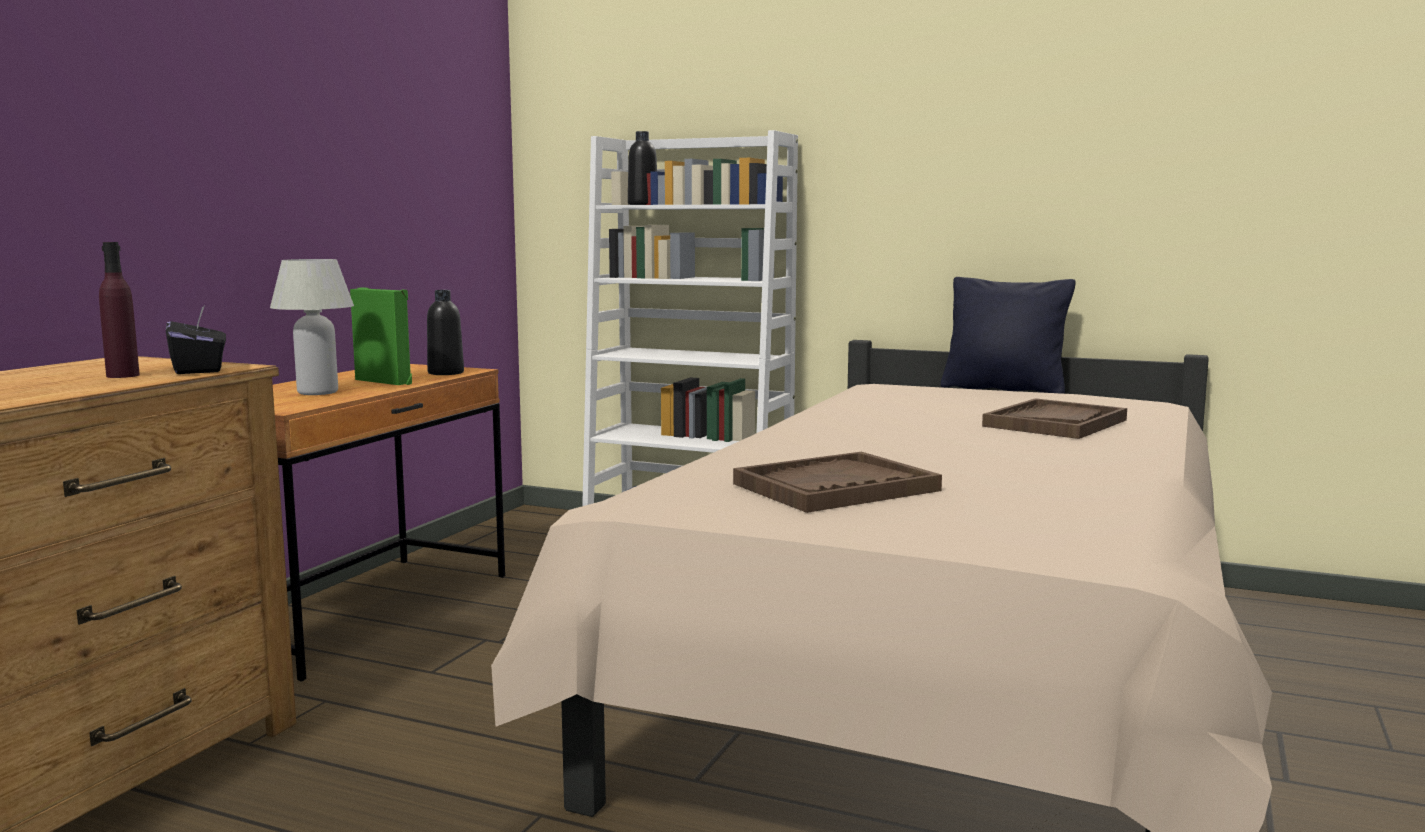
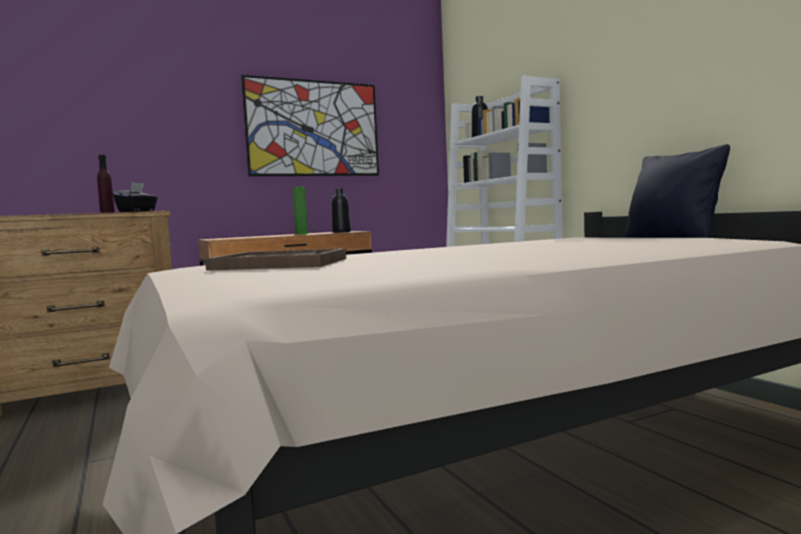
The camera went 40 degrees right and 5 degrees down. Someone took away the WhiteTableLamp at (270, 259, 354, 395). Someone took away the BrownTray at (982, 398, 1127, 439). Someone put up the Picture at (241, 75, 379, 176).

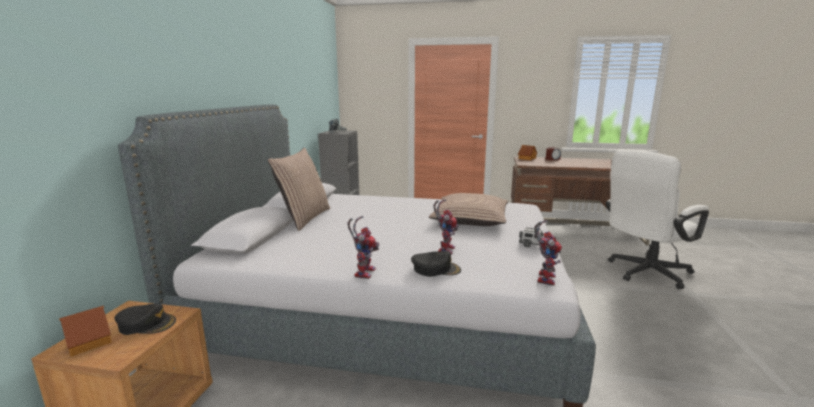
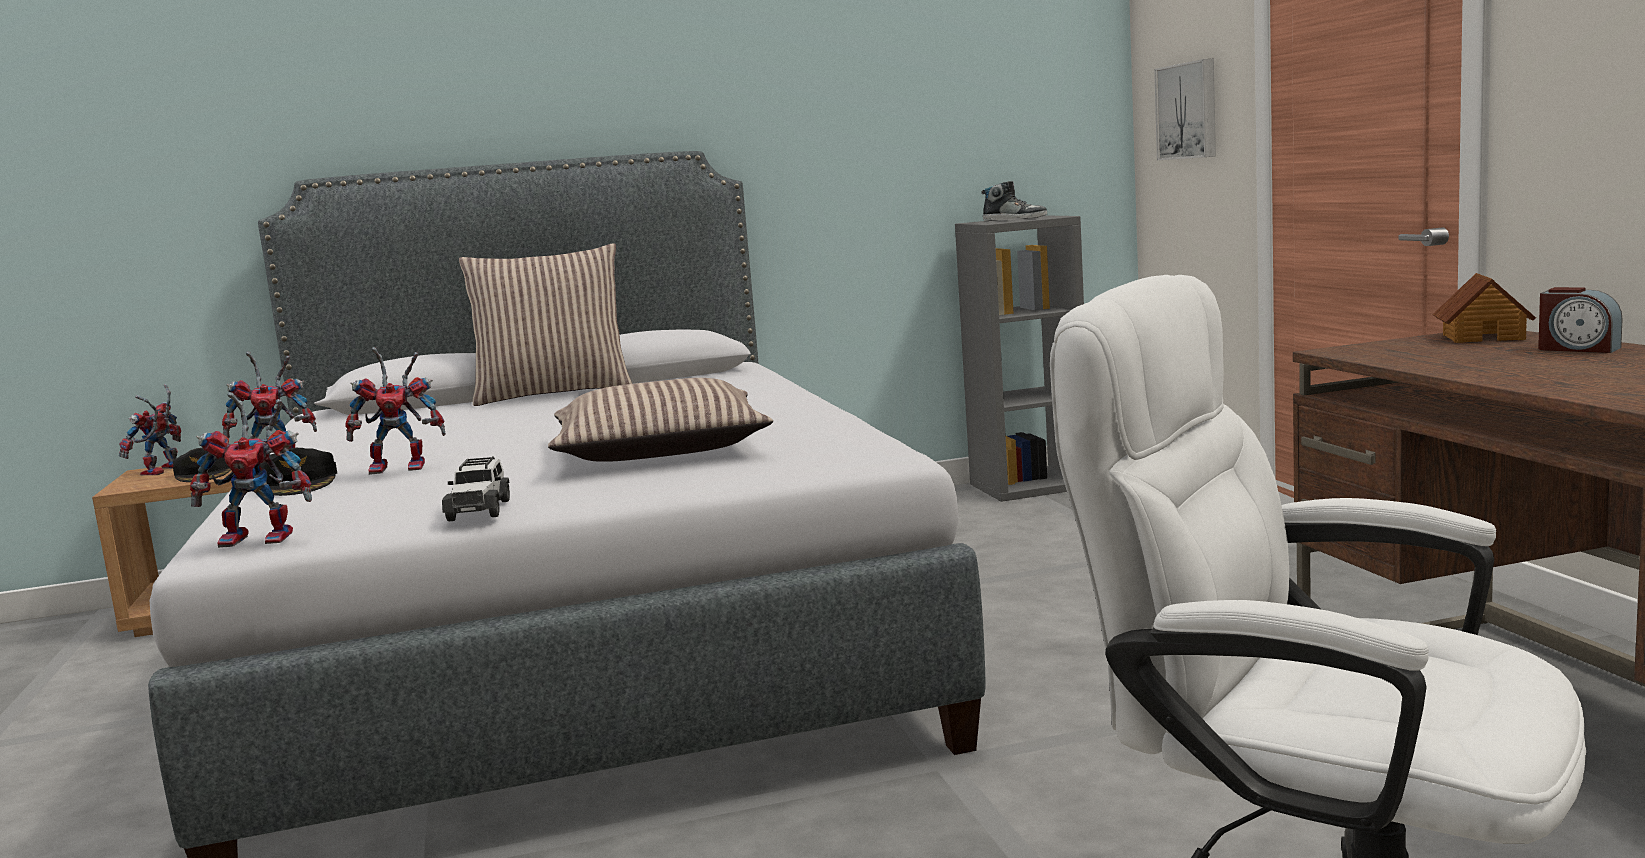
The camera went 65 degrees right and 5 degrees down. Someone put up the Picture at (1154, 58, 1216, 160). Someone swapped the ToyHouse at (59, 306, 112, 356) for the ToyRobot at (119, 384, 181, 475).

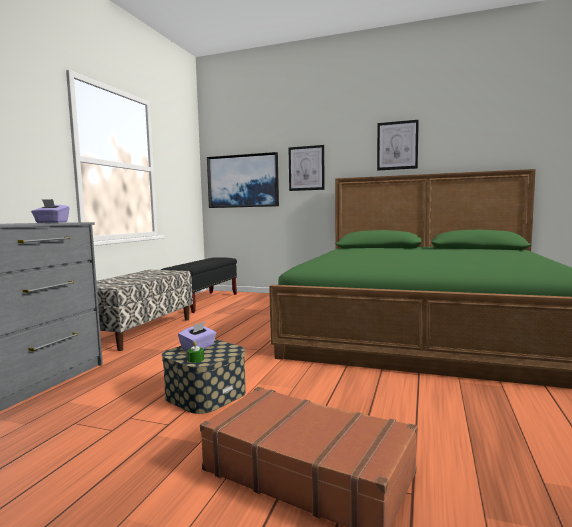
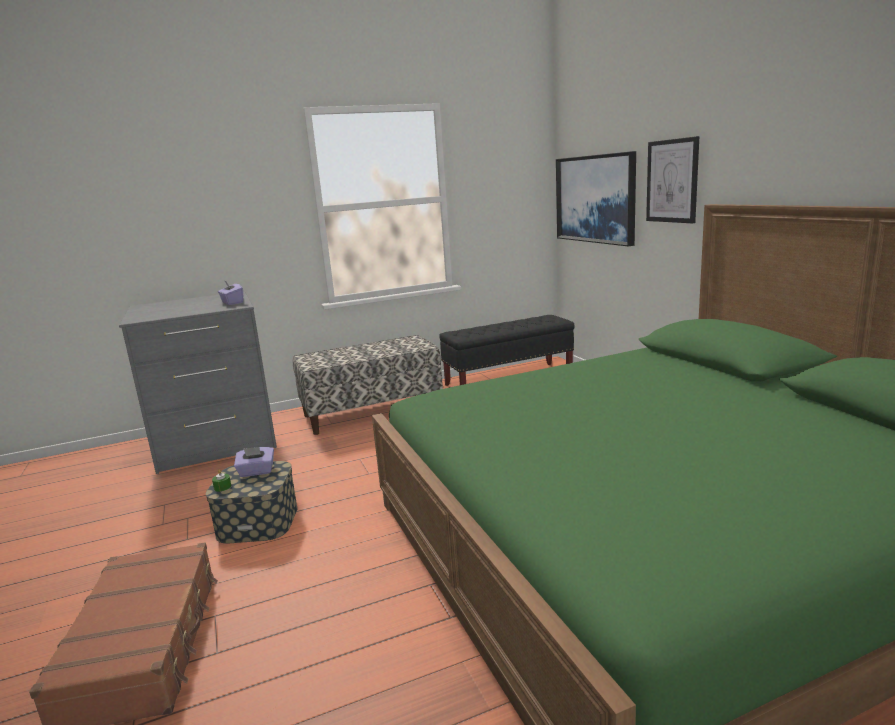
The camera went 50 degrees right and 10 degrees up. Someone took away the Picture at (377, 120, 419, 171).

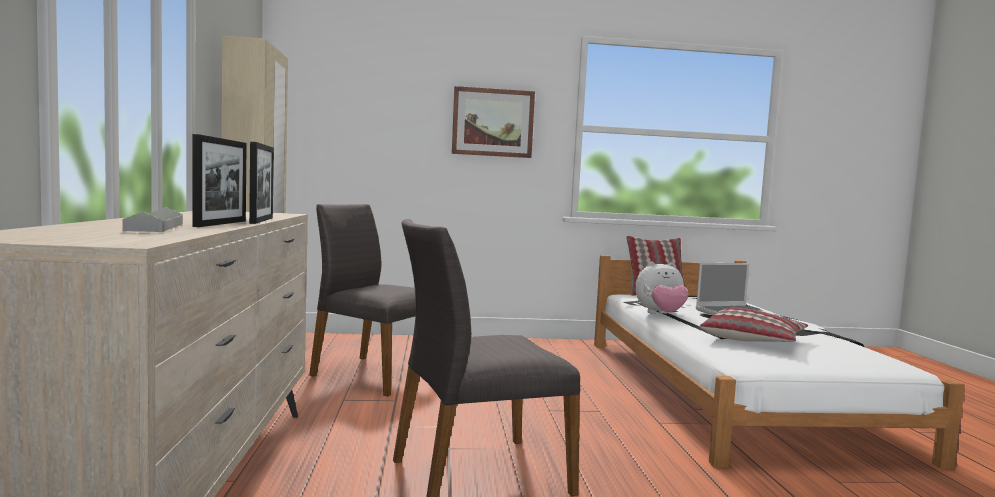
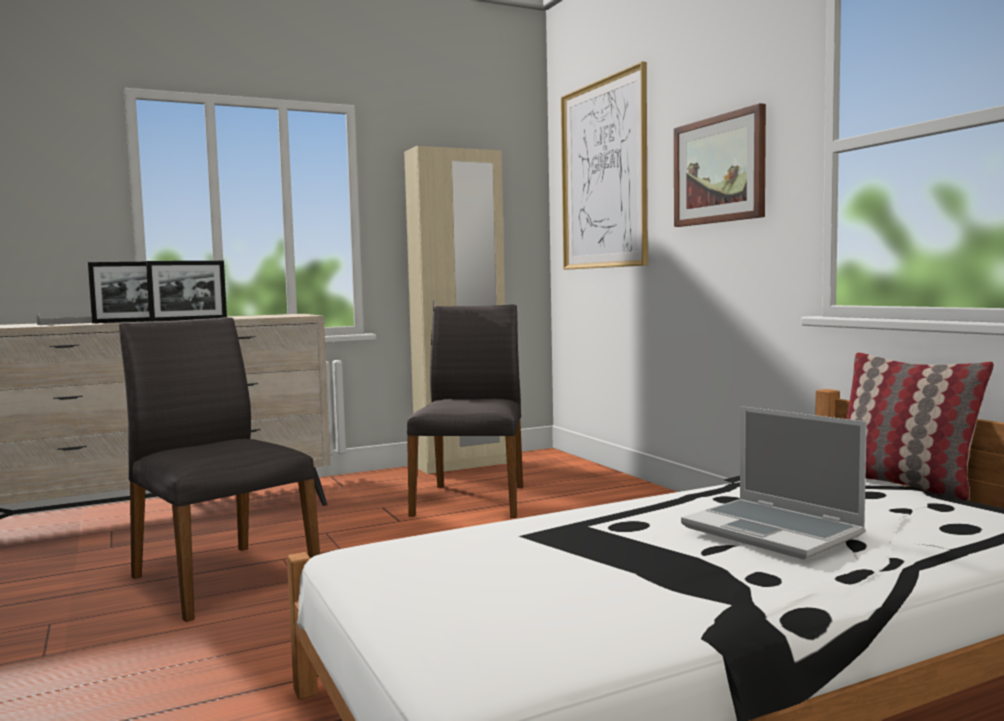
The camera went 70 degrees right and 0 degrees up. Someone took away the PlushToy at (635, 261, 689, 314). Someone took away the Pillow at (700, 308, 808, 342). Someone put up the Picture at (561, 61, 648, 270).

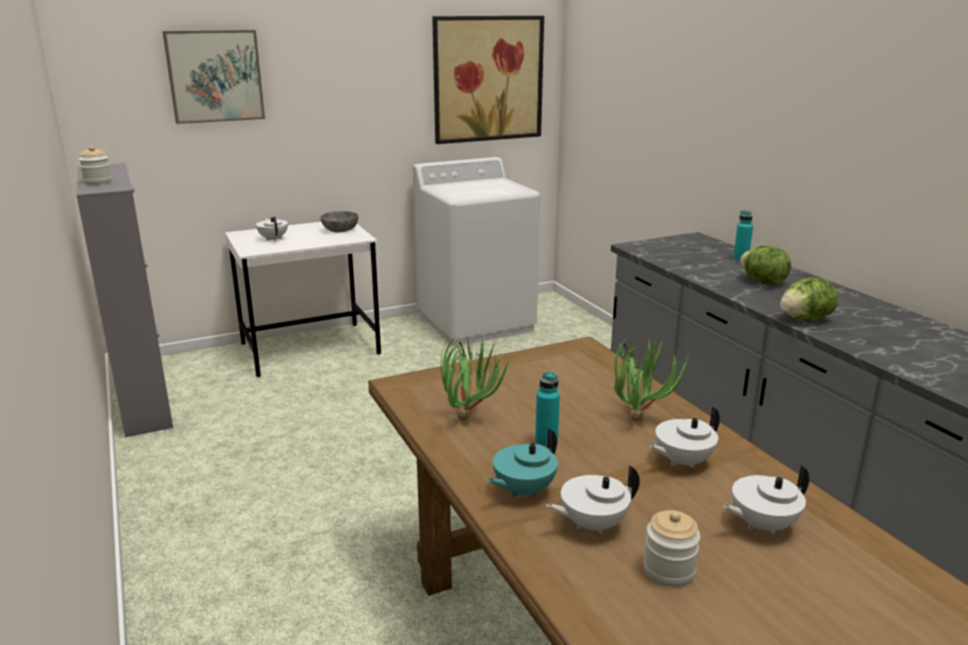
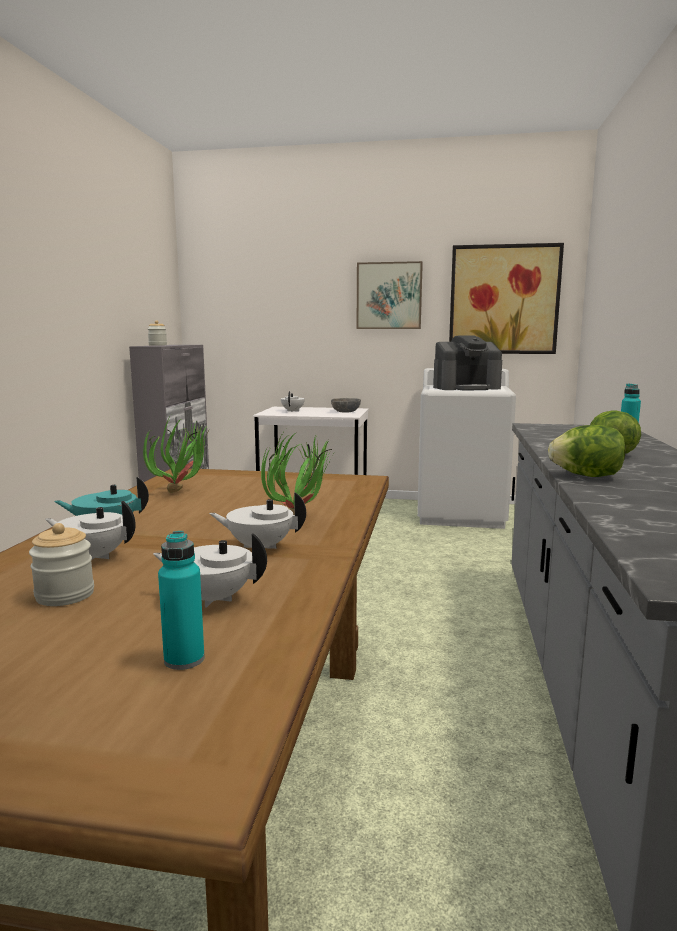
The camera went 35 degrees right and 10 degrees down. Someone put down the CoffeeMachine at (433, 335, 502, 391). Someone carried the Picture from (163, 30, 265, 124) to (356, 261, 423, 329). Someone carried the TurquoiseBottle from (535, 371, 560, 448) to (158, 531, 205, 670).

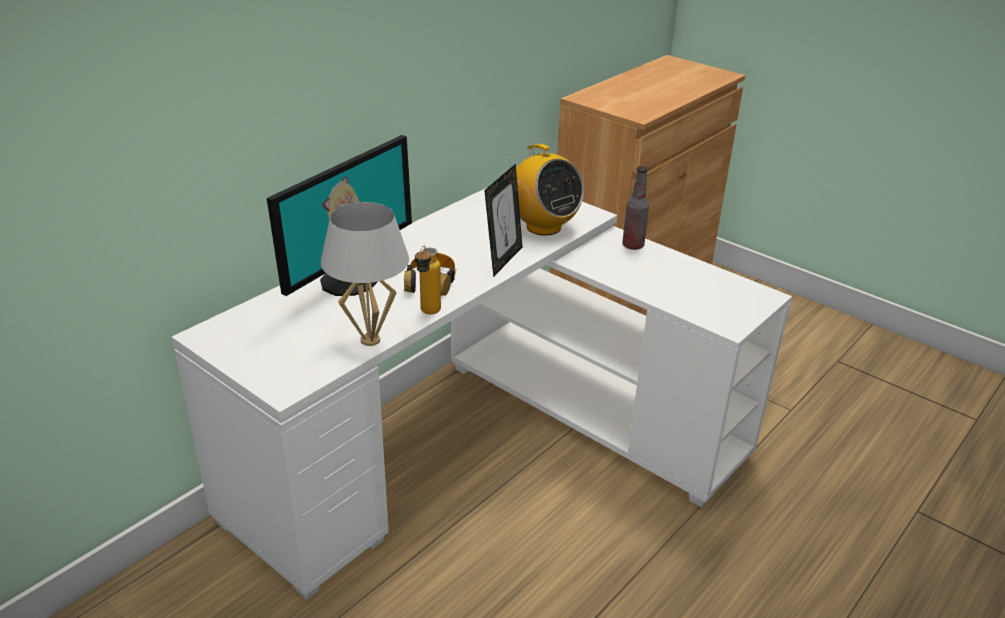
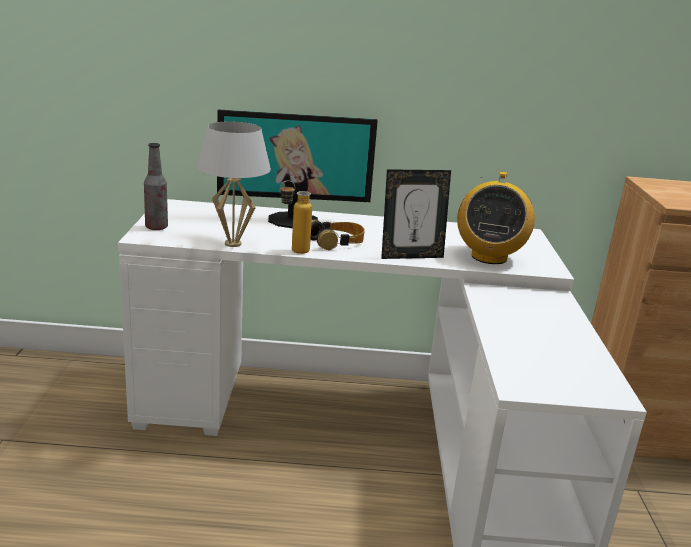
The camera went 50 degrees right and 10 degrees down. Someone carried the Bottle from (622, 166, 649, 250) to (144, 143, 168, 230).

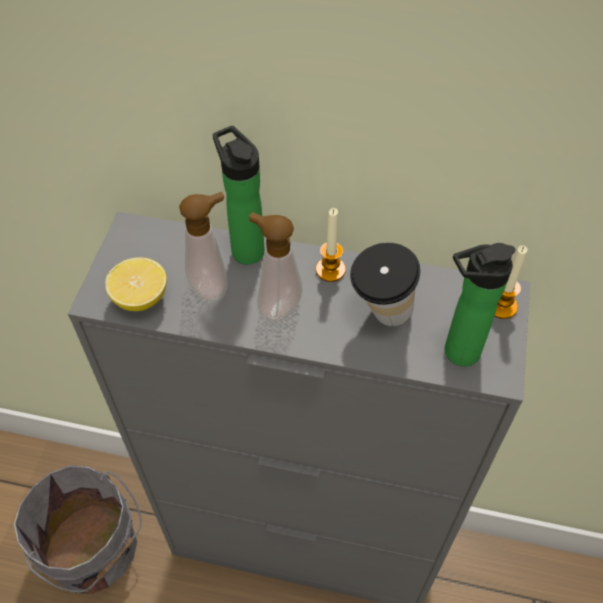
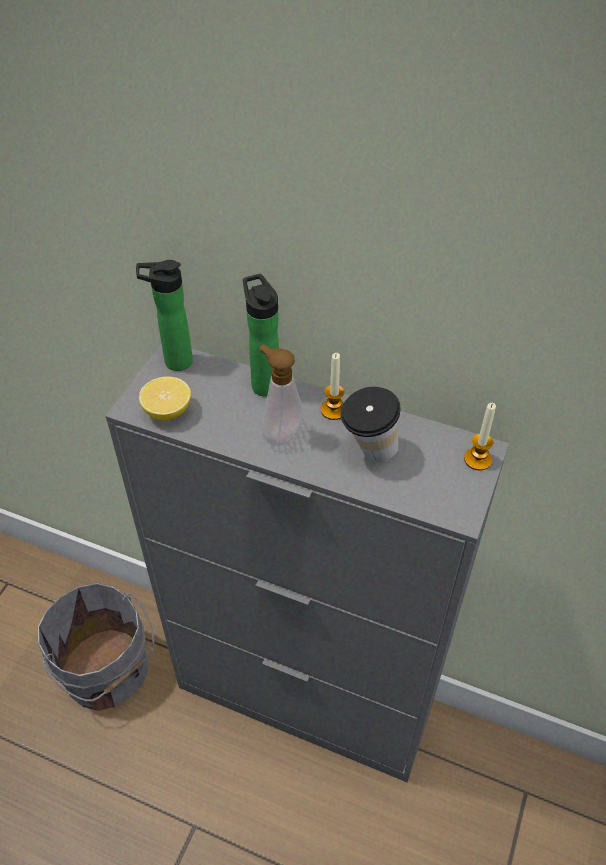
The camera went 10 degrees right and 5 degrees down. Someone took away the SoapDispenser at (179, 192, 228, 302). Someone carried the Bottle from (445, 243, 515, 366) to (136, 260, 193, 371).

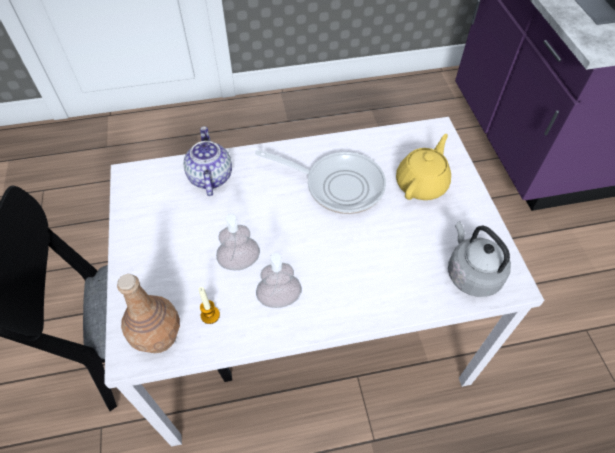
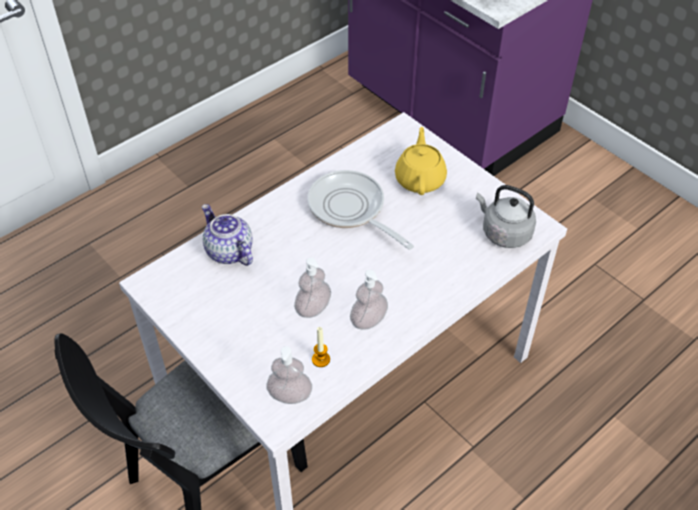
The camera went 30 degrees left and 5 degrees down. Someone swapped the BrownBottle at (117, 274, 180, 353) for the SoapDispenser at (266, 346, 312, 404). Someone rotated the FryingPan at (255, 150, 386, 214) by 120 degrees counterclockwise.

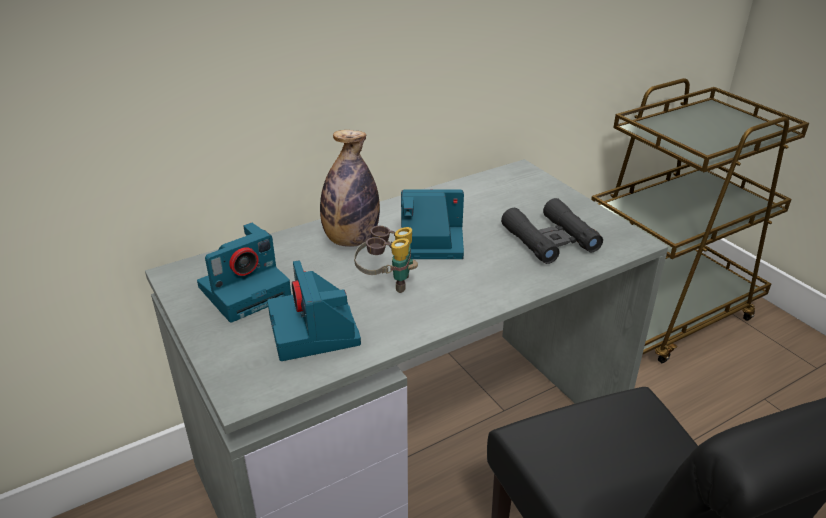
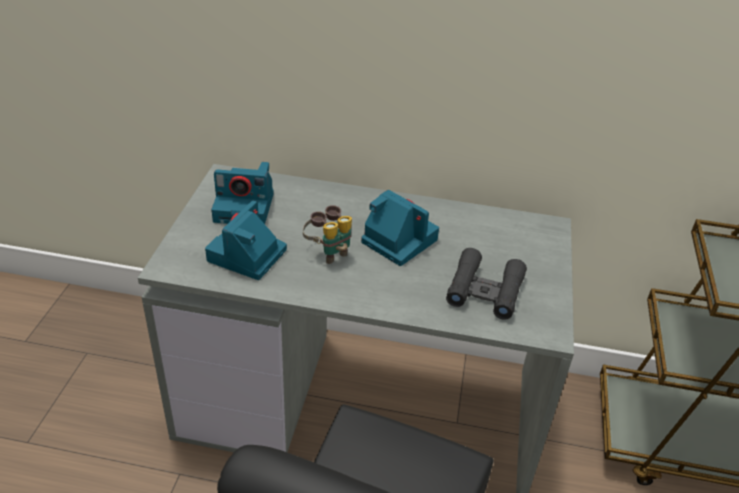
The camera went 40 degrees right and 5 degrees up. Someone took away the Bottle at (320, 130, 380, 247).

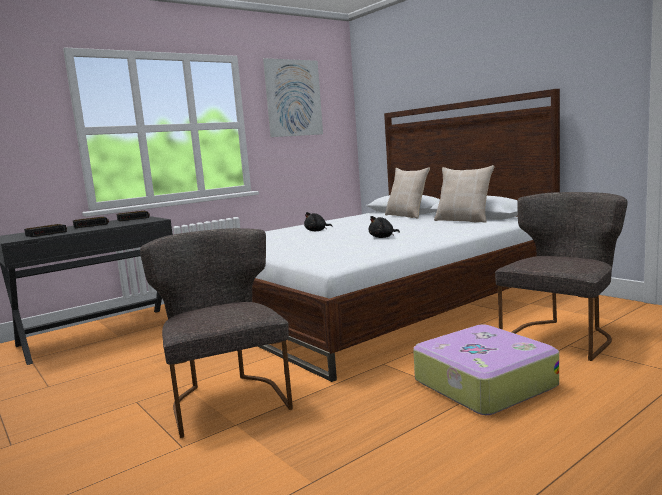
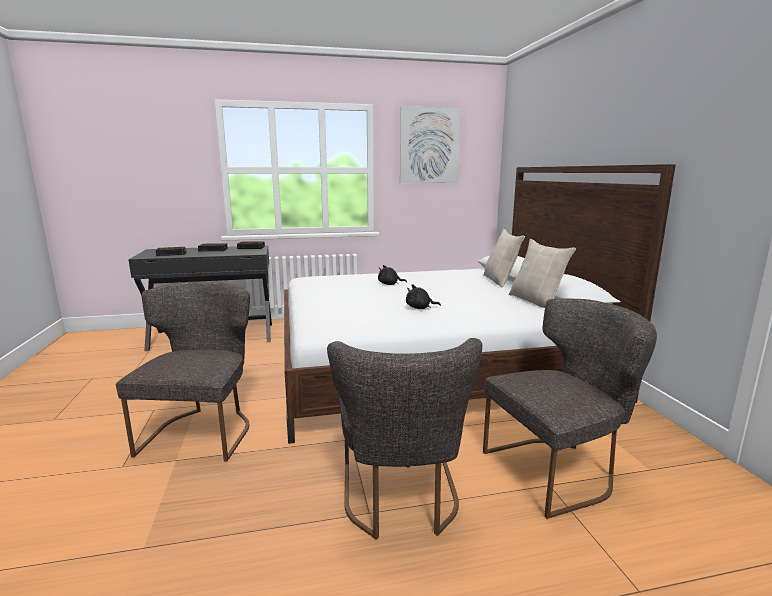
The camera went 25 degrees right and 5 degrees up. Someone swapped the Suitcase at (413, 324, 559, 415) for the GreyChair at (327, 338, 482, 539).

